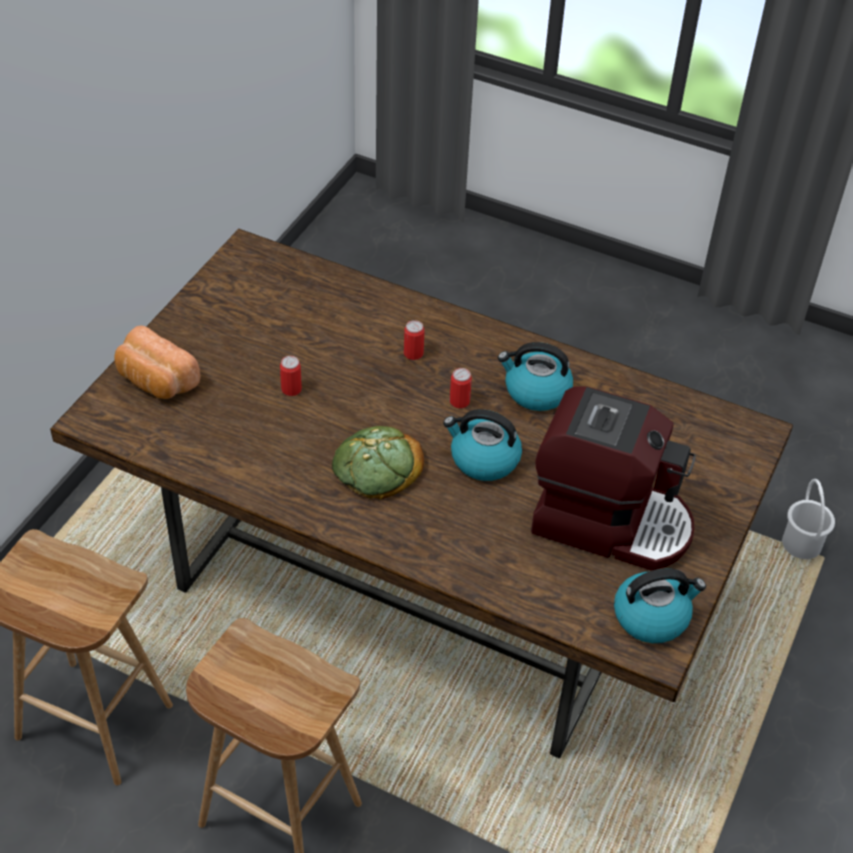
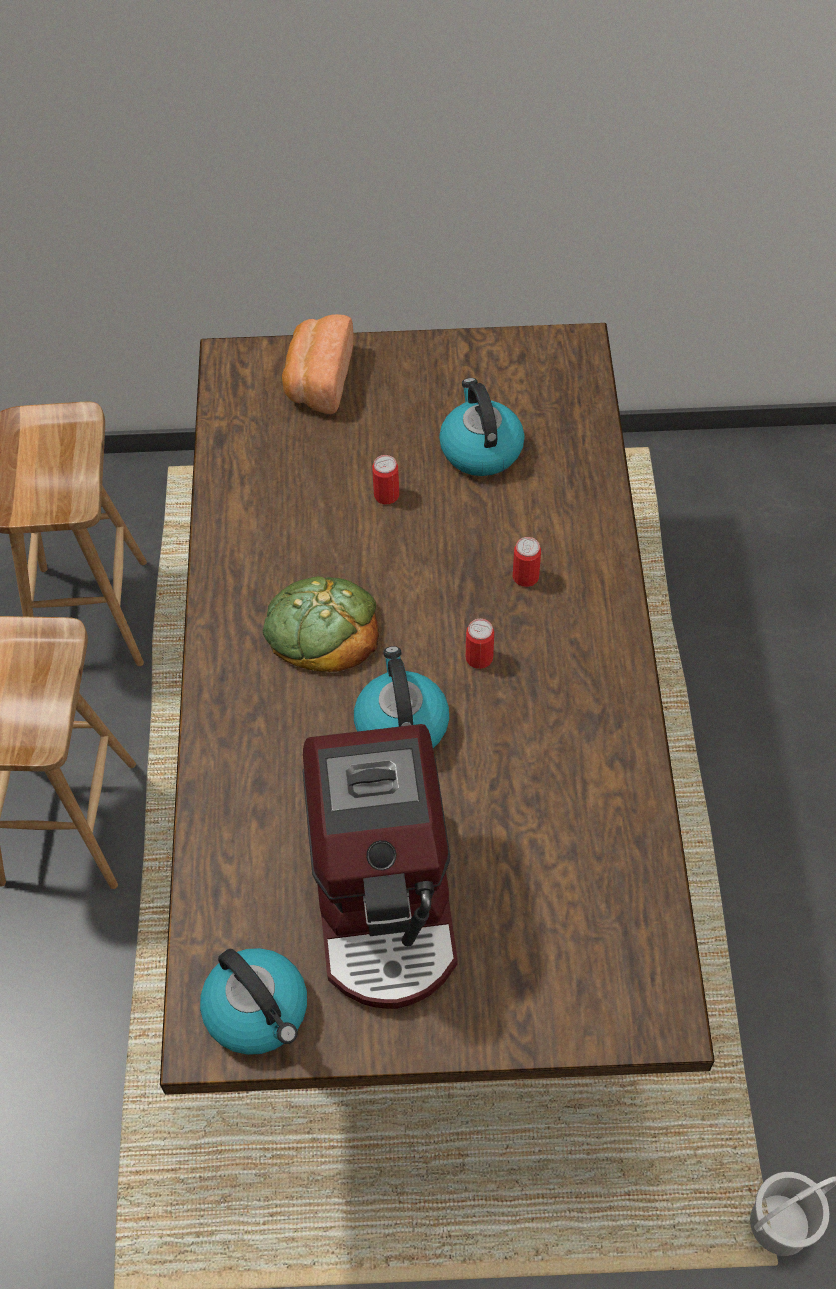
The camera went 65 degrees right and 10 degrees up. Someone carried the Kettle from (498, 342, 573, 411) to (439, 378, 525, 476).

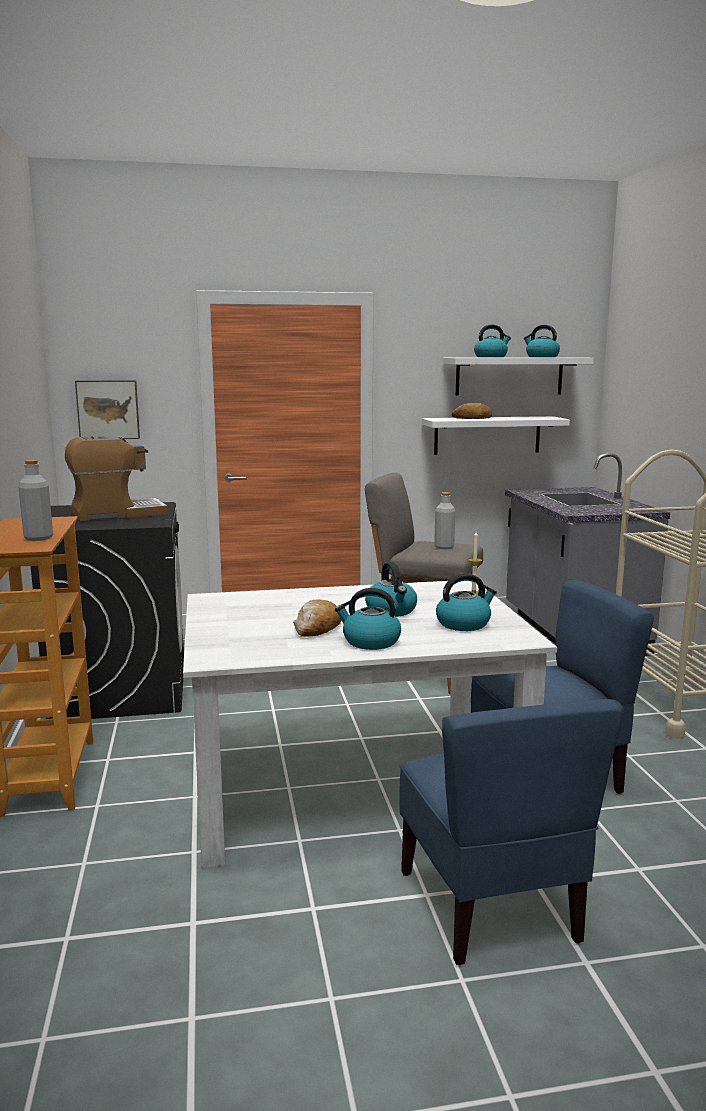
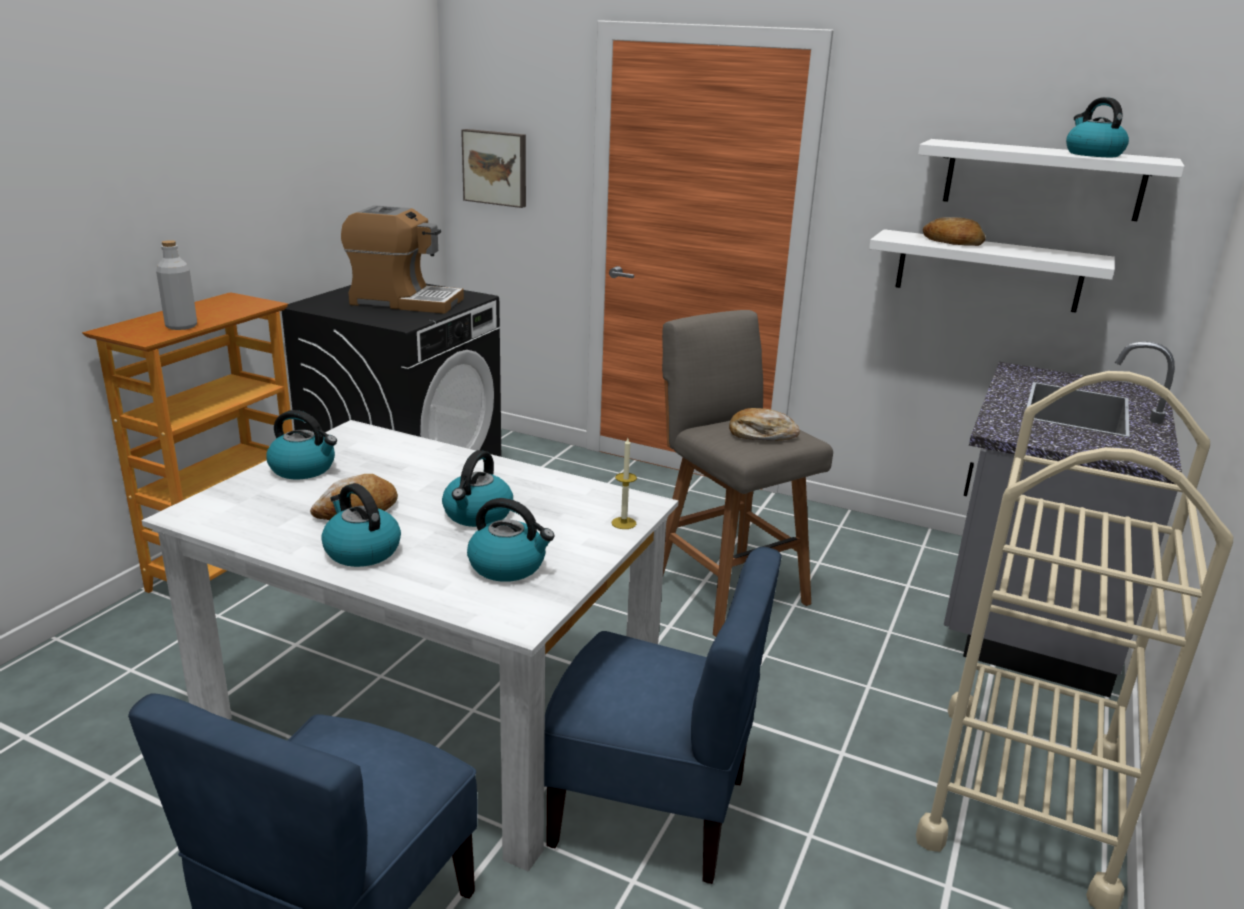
The camera went 35 degrees right and 10 degrees up. Someone carried the Kettle from (474, 324, 511, 357) to (266, 410, 337, 479). Someone swapped the GreyBottle at (434, 492, 455, 549) for the Bread at (729, 408, 800, 441).

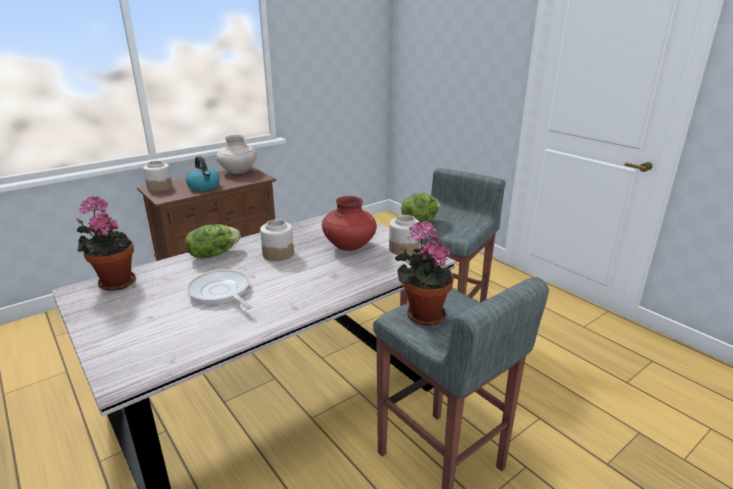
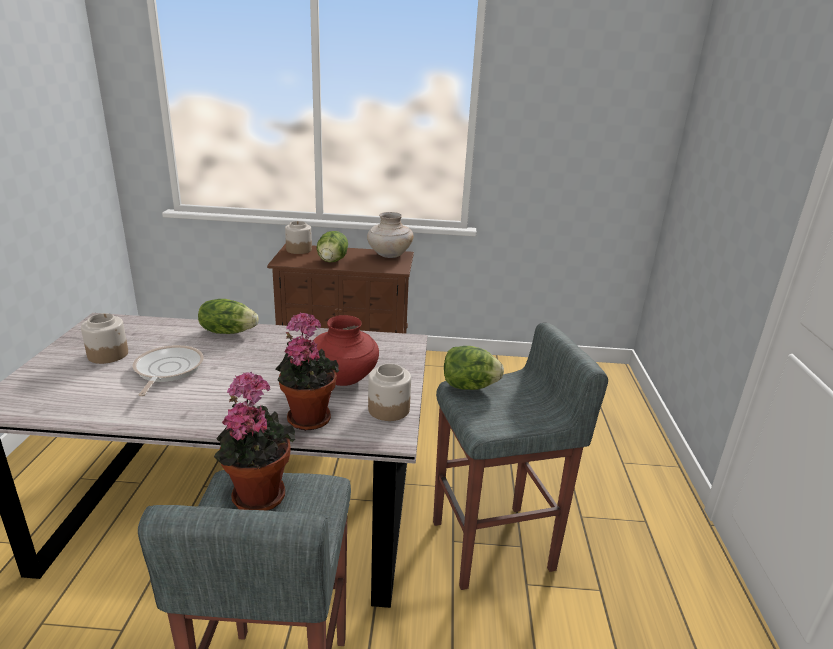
The camera went 40 degrees right and 0 degrees up. Someone carried the PottedPlant from (76, 196, 136, 291) to (276, 312, 339, 431). Someone carried the Jar from (260, 219, 294, 261) to (81, 313, 128, 364). Someone swapped the Kettle at (186, 156, 220, 191) for the Lettuce at (317, 231, 348, 262).

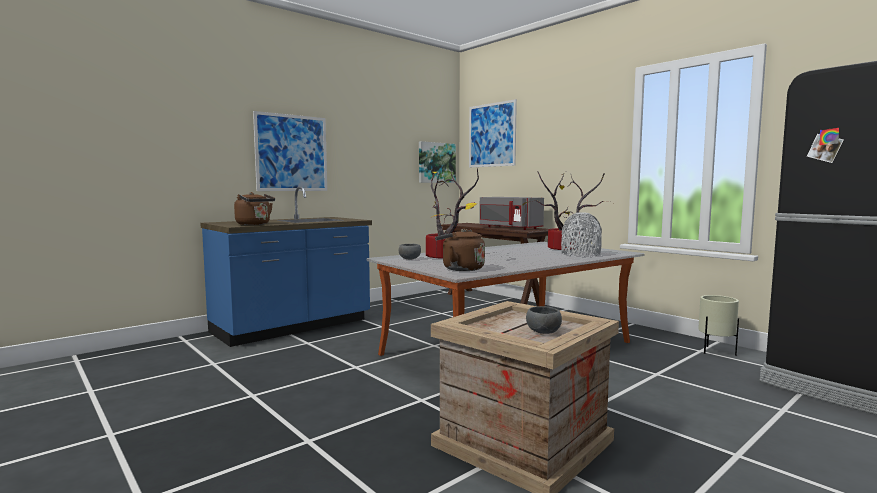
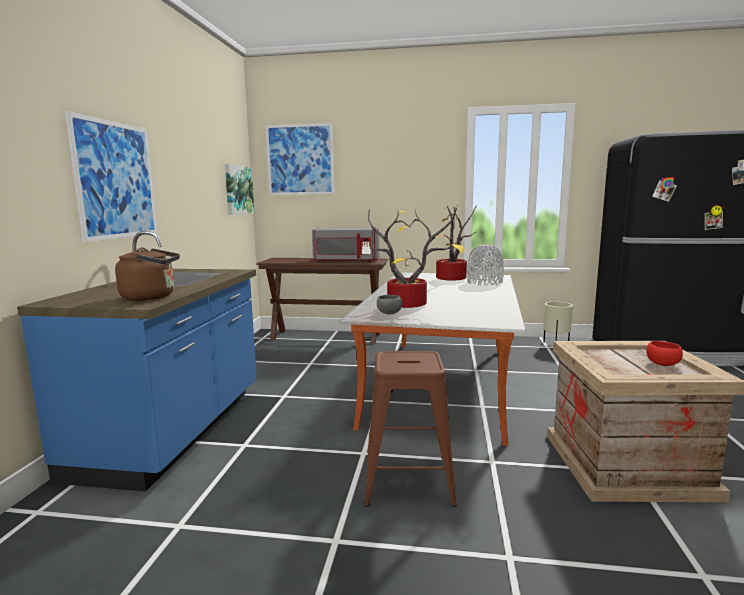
The camera went 40 degrees left and 5 degrees up. Someone took away the BrownKettle at (435, 228, 485, 271). Someone put down the BrownStool at (364, 351, 457, 507). Someone repainted the GreyBowl at (526, 306, 562, 334), which became the RedBowl at (646, 341, 683, 366).

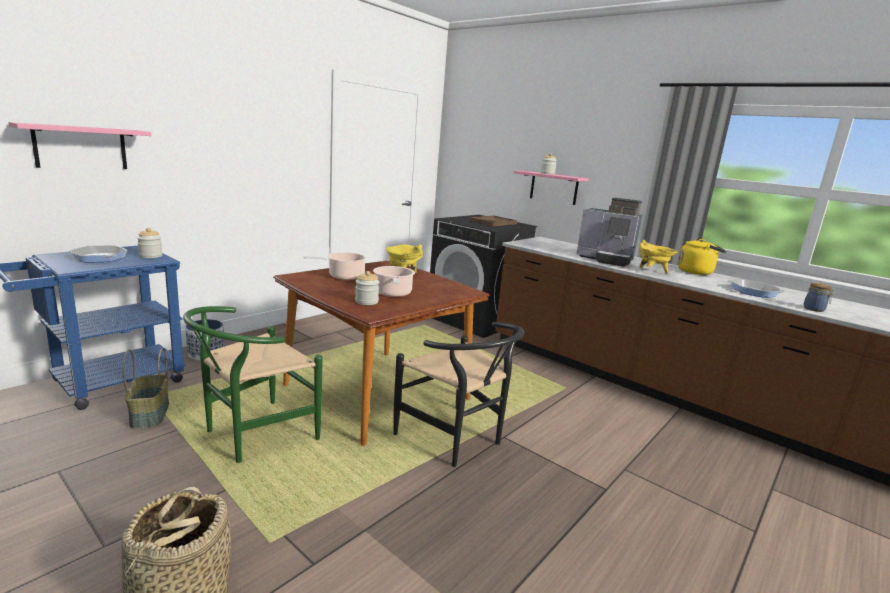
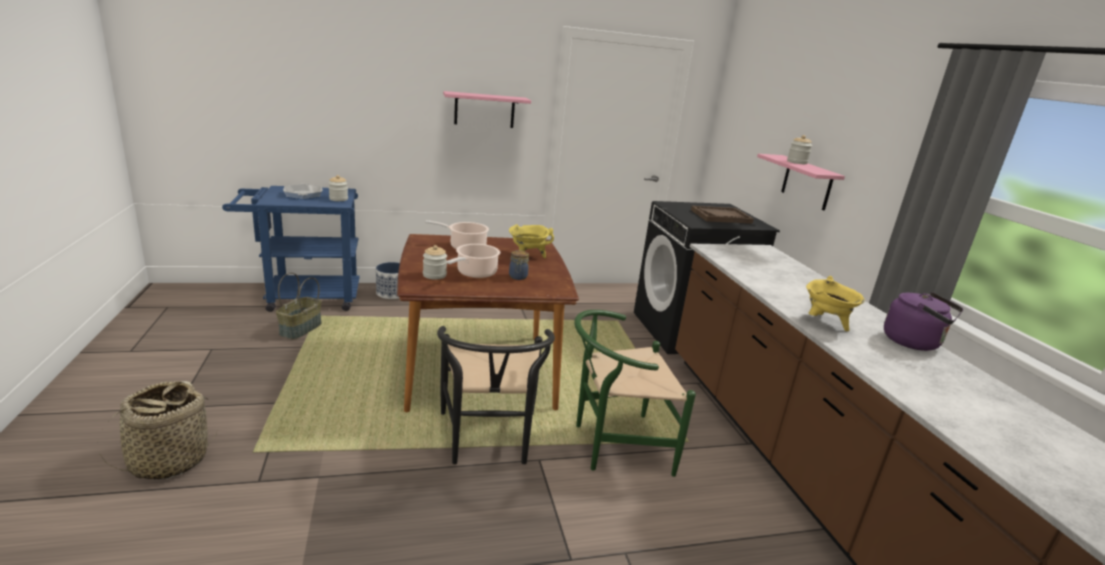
The camera went 35 degrees right and 5 degrees up. Someone took away the CoffeeMachine at (577, 198, 642, 267). Someone took away the FryingPan at (727, 279, 786, 298). Someone carried the PinkShelf from (8, 122, 151, 169) to (443, 91, 531, 128). Someone carried the GreenChair from (183, 306, 323, 463) to (574, 310, 696, 477). Someone carried the Jar from (804, 283, 834, 312) to (509, 250, 529, 280). Someone repainted the YellowKettle at (678, 239, 727, 275), which became the PurpleKettle at (884, 292, 963, 351).

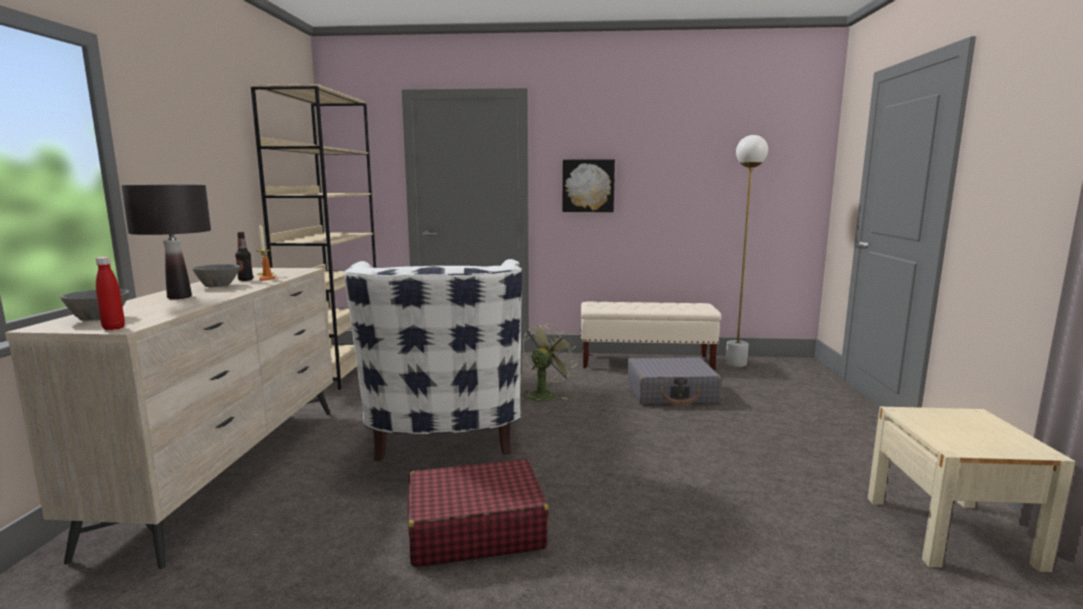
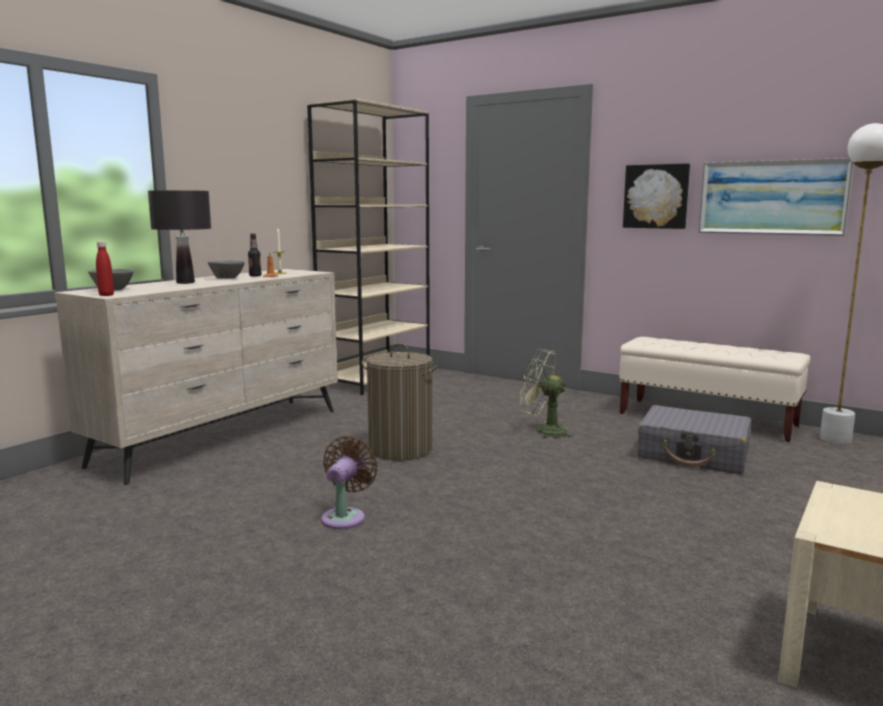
The camera went 30 degrees right and 0 degrees up. Someone put up the Picture at (698, 158, 854, 236). Someone swapped the WhiteArmchair at (344, 259, 522, 461) for the LaundryBasket at (362, 343, 438, 461). Someone swapped the RedSuitcase at (408, 459, 549, 567) for the BrownFan at (321, 436, 377, 529). Someone rotated the GreenFan at (520, 322, 578, 402) by 135 degrees counterclockwise.

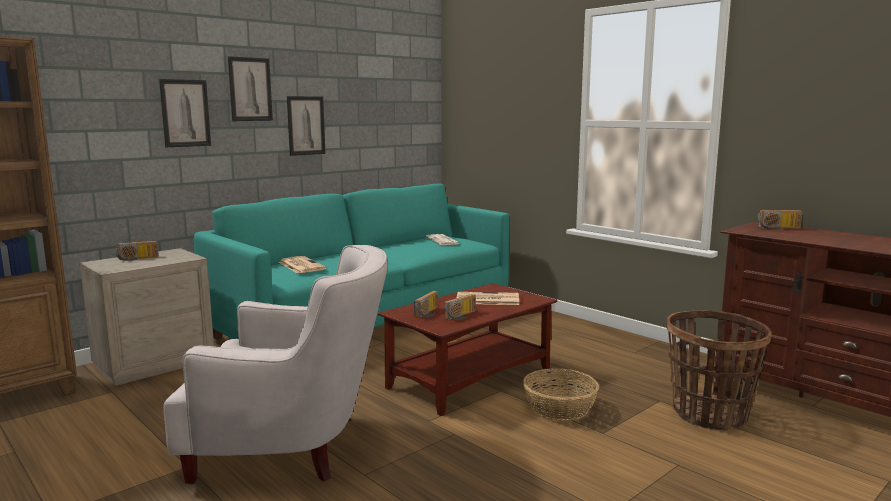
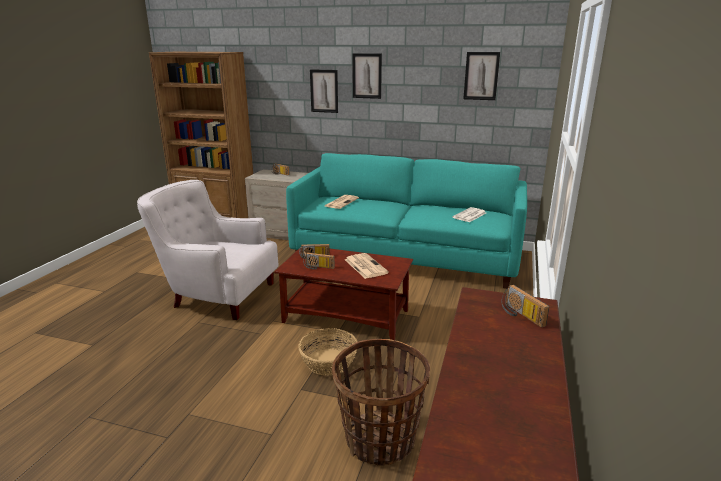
The camera went 60 degrees right and 10 degrees up. Someone carried the Picture from (287, 96, 325, 156) to (463, 52, 500, 100). Someone rotated the WhiteArmchair at (163, 245, 387, 484) by 135 degrees clockwise.

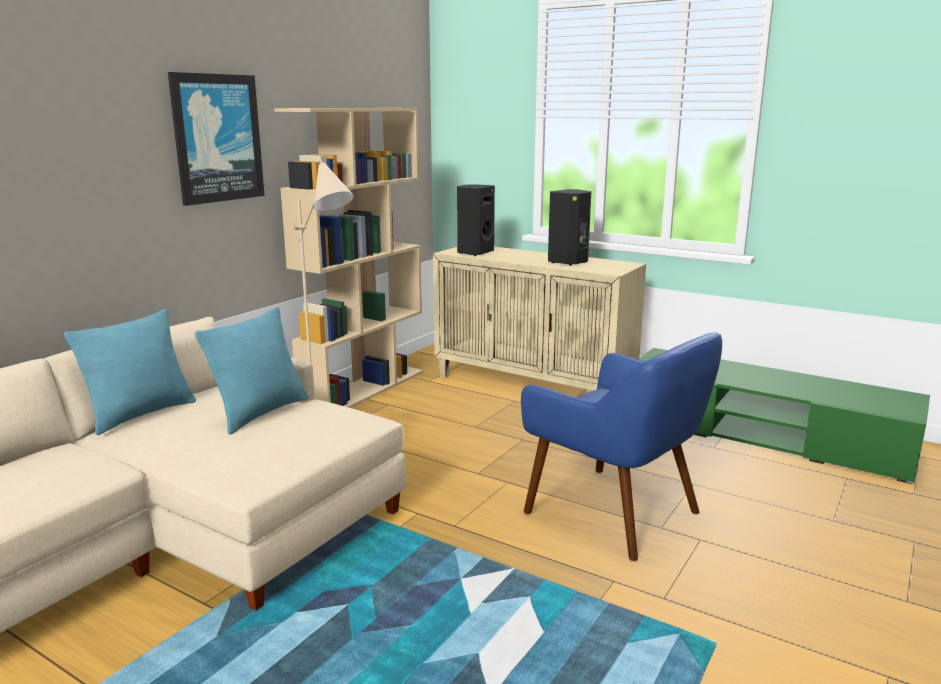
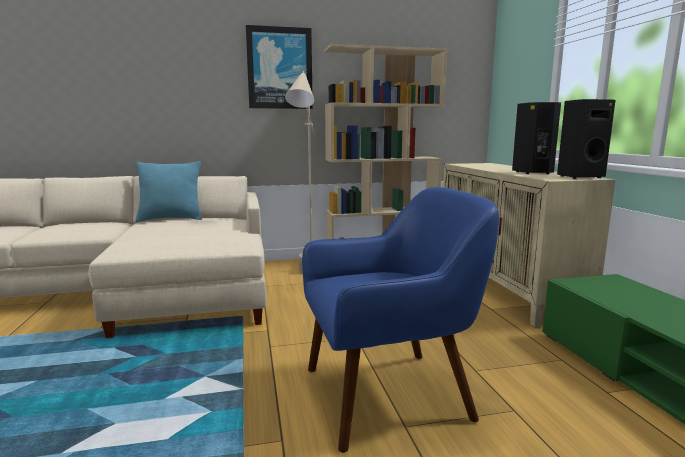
The camera went 45 degrees right and 5 degrees down. Someone took away the TurquoisePillow at (195, 307, 309, 434). Someone carried the BlackSpeaker from (457, 184, 495, 256) to (557, 99, 615, 179). Someone rotated the BlueArmchair at (521, 332, 722, 561) by 105 degrees counterclockwise.

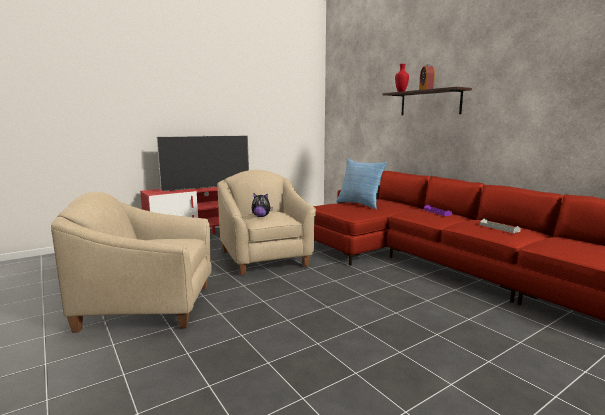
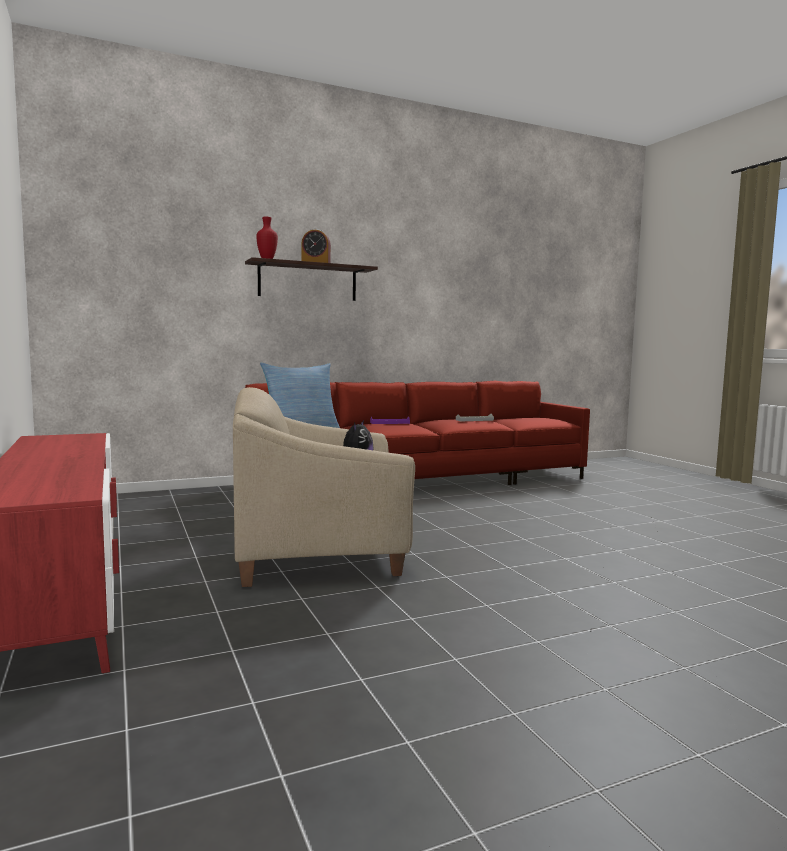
The camera went 80 degrees left and 5 degrees down. Someone took away the BeigeArmchair at (51, 192, 212, 333). Someone took away the Television at (157, 135, 249, 191).

